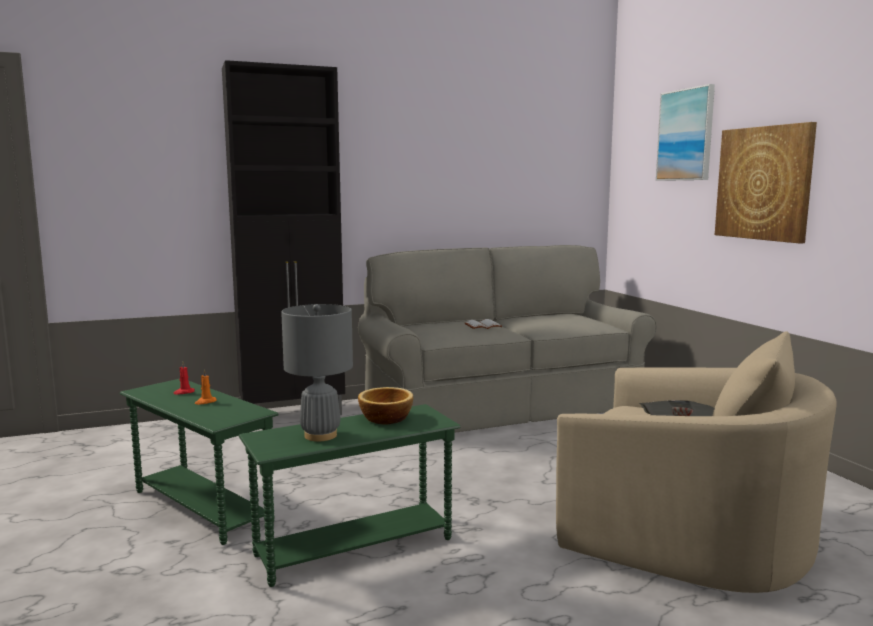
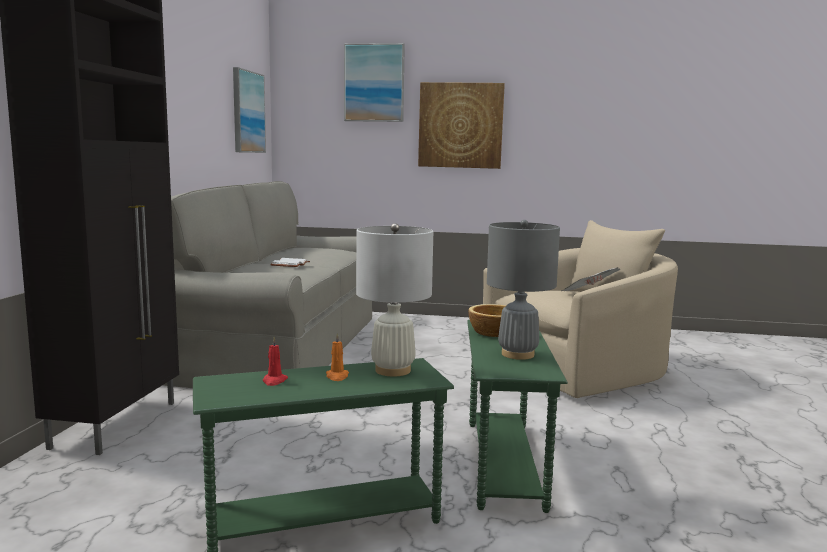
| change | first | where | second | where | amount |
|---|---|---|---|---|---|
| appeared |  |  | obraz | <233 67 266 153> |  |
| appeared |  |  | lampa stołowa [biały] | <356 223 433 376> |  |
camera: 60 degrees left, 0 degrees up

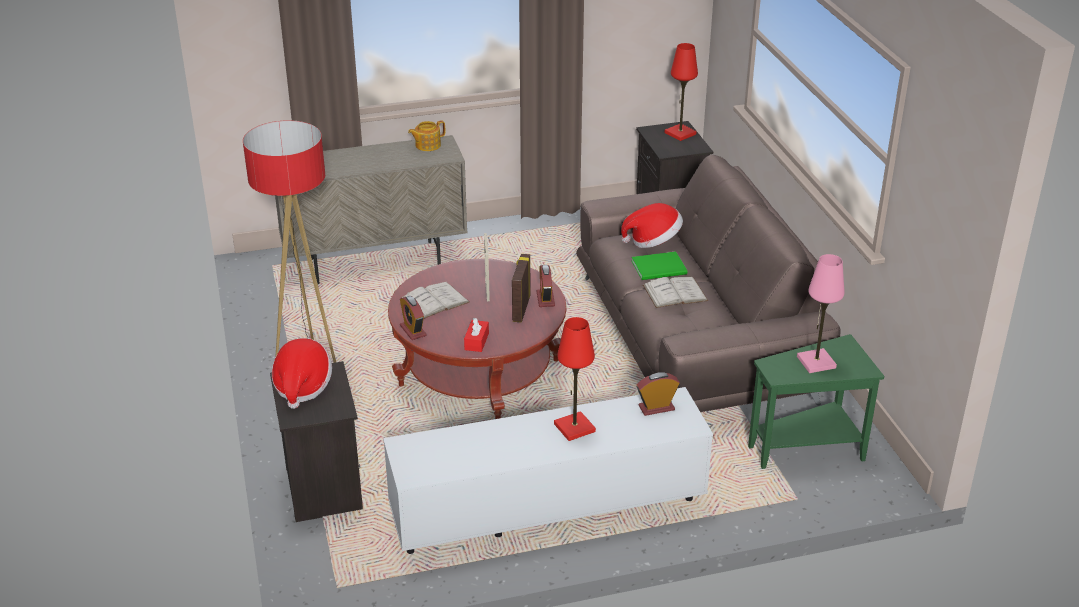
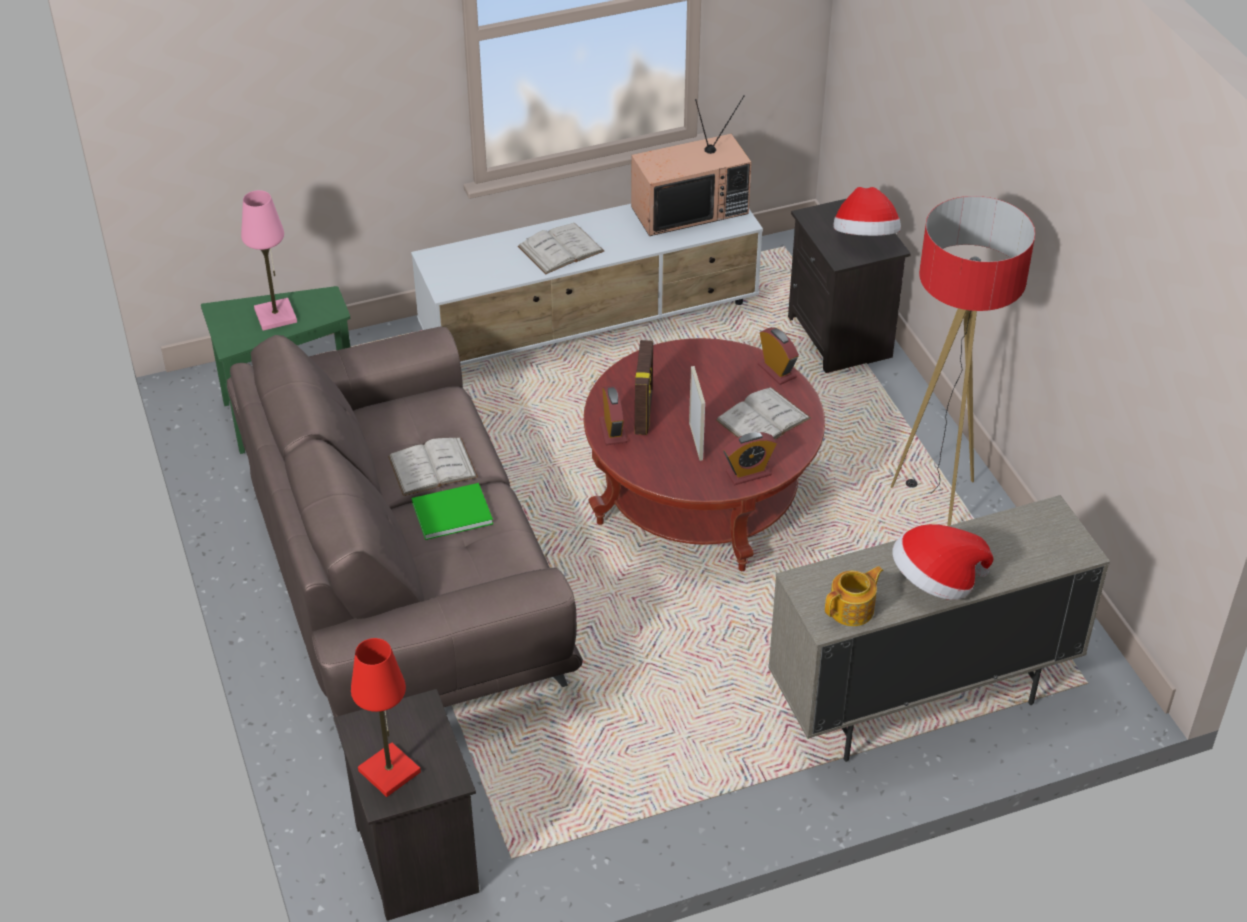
| change | first | where | second | where | amount |
|---|---|---|---|---|---|
| exchanged | lampa stołowa [czerwony] | <554 317 596 441> | książka [biały] | <518 223 604 274> |  |
| appeared |  |  | telewizor | <631 95 752 236> |  |
| relocated | budzik | <637 372 680 416> |  | <724 432 777 485> |  |
| relocated | kapelusz | <621 203 683 248> |  | <892 524 993 600> |  |
| missing | pudełko chusteczek [czerwony] | <464 318 489 352> |  |  |  |
camera: 175 degrees right, 10 degrees up

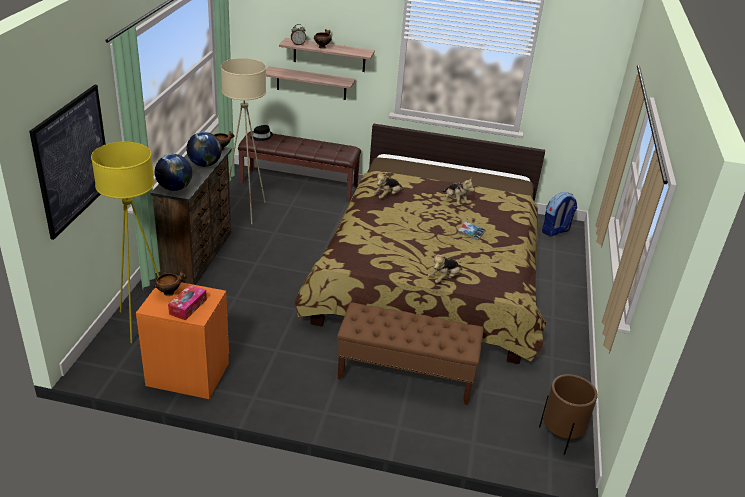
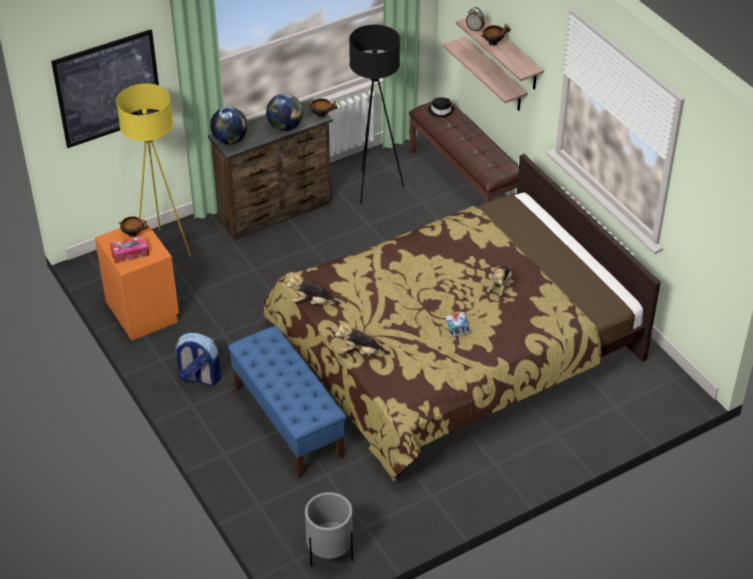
| change | first | where | second | where | amount |
|---|---|---|---|---|---|
| relocated | plecak | <542 192 577 237> |  | <175 333 221 386> |  |
| colour | ławka [brązowy] | <337 302 484 405> | ławka [niebieski] | <228 326 346 478> |  |
| relocated | pluszak | <373 173 403 199> |  | <286 272 341 305> |  |
| colour | donica [brązowy] | <539 374 598 455> | donica [szary] | <305 492 353 567> |  |
| colour | lampa stojąca [beżowy] | <221 58 266 224> | lampa stojąca [czarny] | <349 25 404 204> |  |
camera: 50 degrees right, 10 degrees up

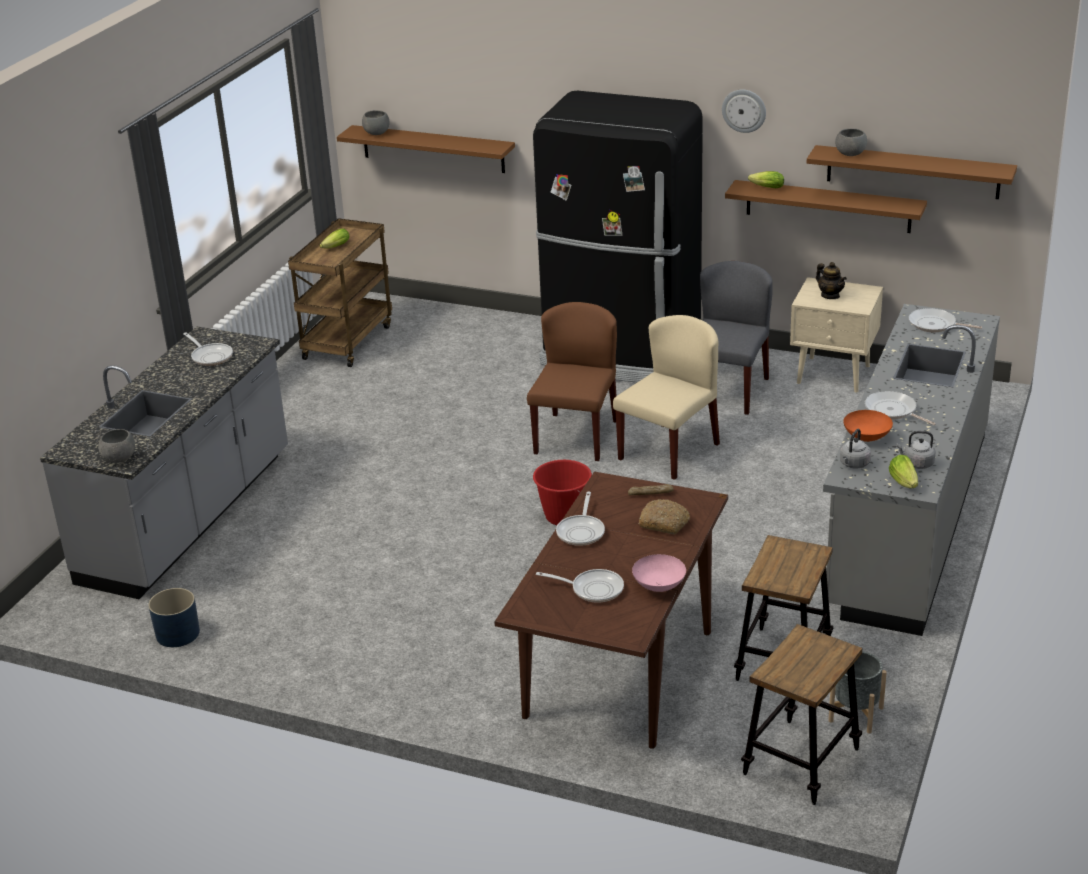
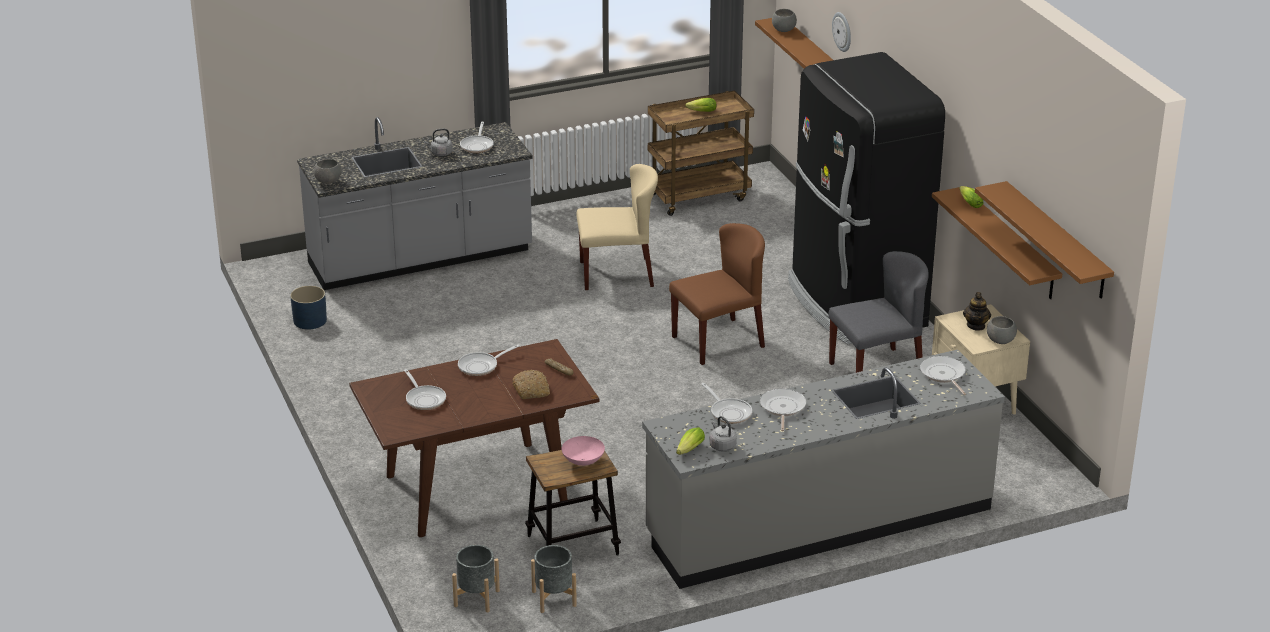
| change | first | where | second | where | amount |
|---|---|---|---|---|---|
| relocated | czajnik [szary] | <840 429 871 469> |  | <424 129 453 156> |  |
| exchanged | stołek | <741 624 862 805> | donica [szary] | <452 545 500 612> |  |
| relocated | miska [różowy] | <632 554 686 592> |  | <561 436 605 466> |  |
| relocated | krzesło [beżowy] | <613 315 720 480> |  | <576 164 658 290> |  |
| exchanged | miska [pomarańczowy] | <843 410 893 442> | patelnia | <702 383 752 424> |  |
| relocated | zegar ścienny | <722 89 766 133> |  | <832 12 851 52> |  |
| relocated | miska [szary] | <835 128 867 156> |  | <987 316 1017 344> |  |
| missing | wiadro [czerwony] | <533 460 592 525> |  |  |  |
camera: 45 degrees right, 0 degrees up

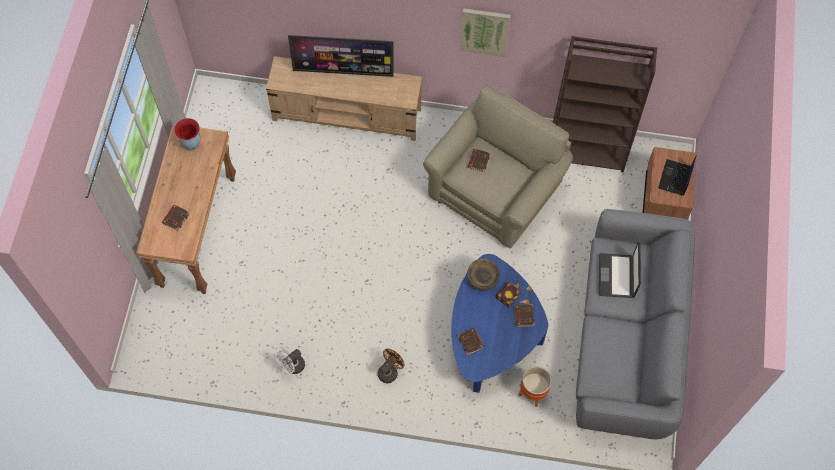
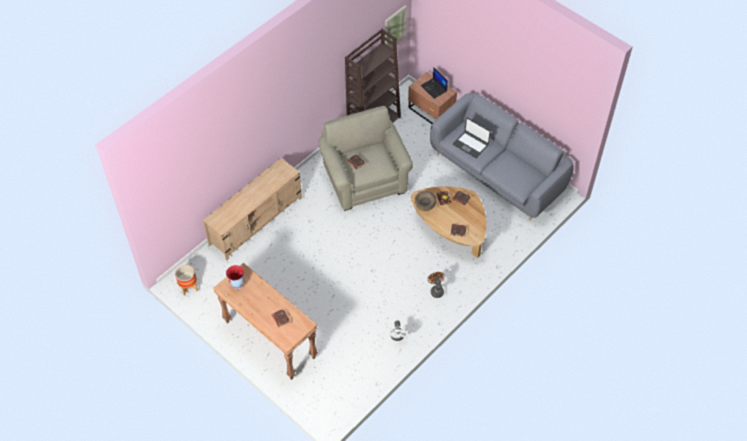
| change | first | where | second | where | amount |
|---|---|---|---|---|---|
| relocated | donica | <518 366 552 407> |  | <175 265 198 296> |  |
| relocated | obraz | <460 8 510 57> |  | <385 5 407 48> |  |
| colour | ława [niebieski] | <451 254 548 393> | ława [brązowy] | <411 186 486 258> |  |
| missing | telewizor | <288 35 394 77> |  |  |  |
camera: 55 degrees left, 10 degrees down

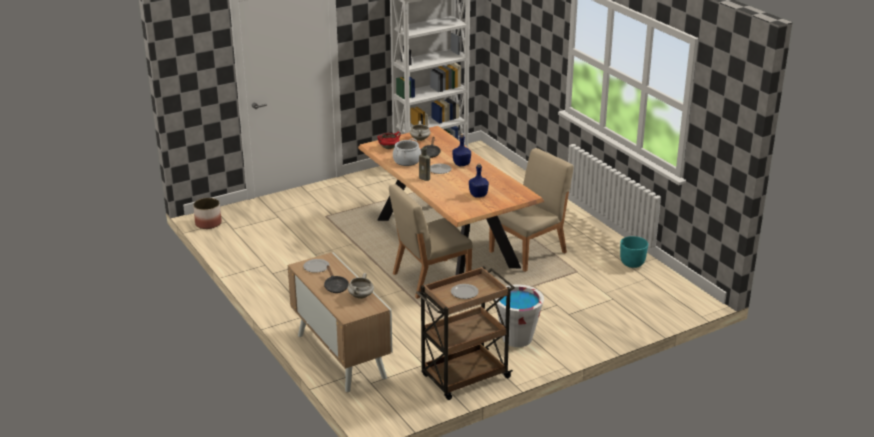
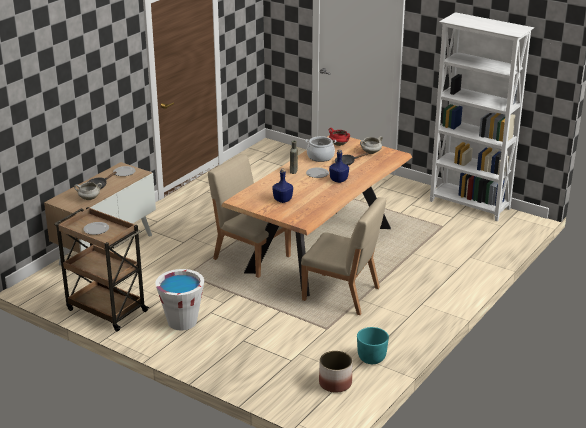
| change | first | where | second | where | amount |
|---|---|---|---|---|---|
| relocated | donica | <193 198 222 229> |  | <319 351 352 393> |  |
camera: 65 degrees right, 0 degrees up

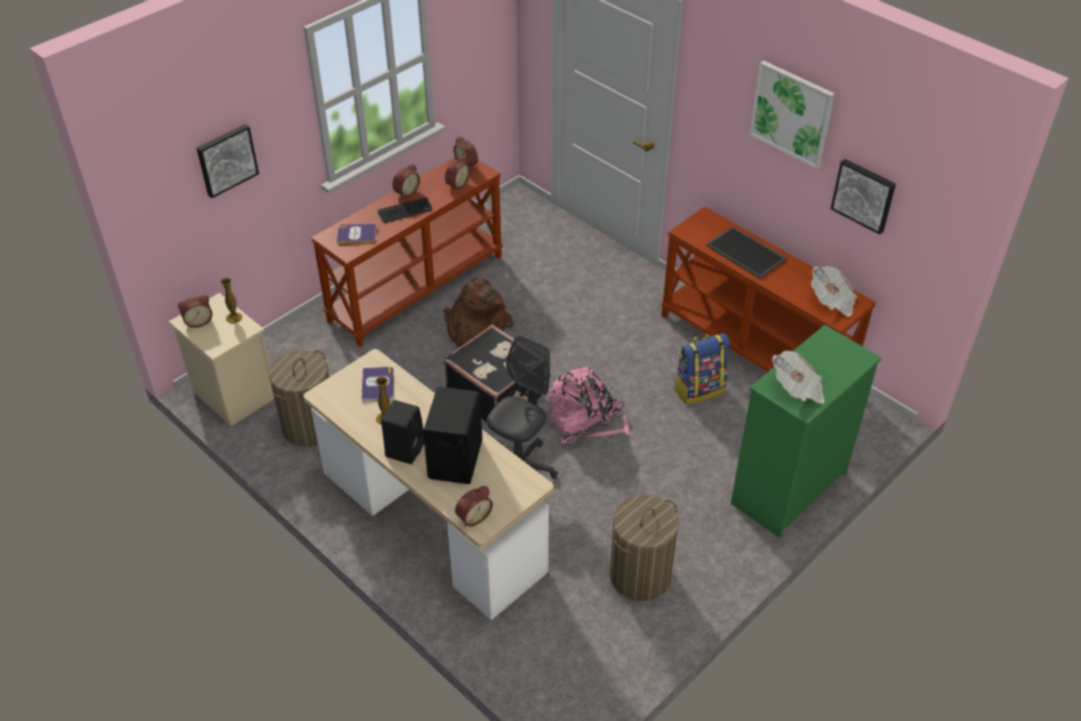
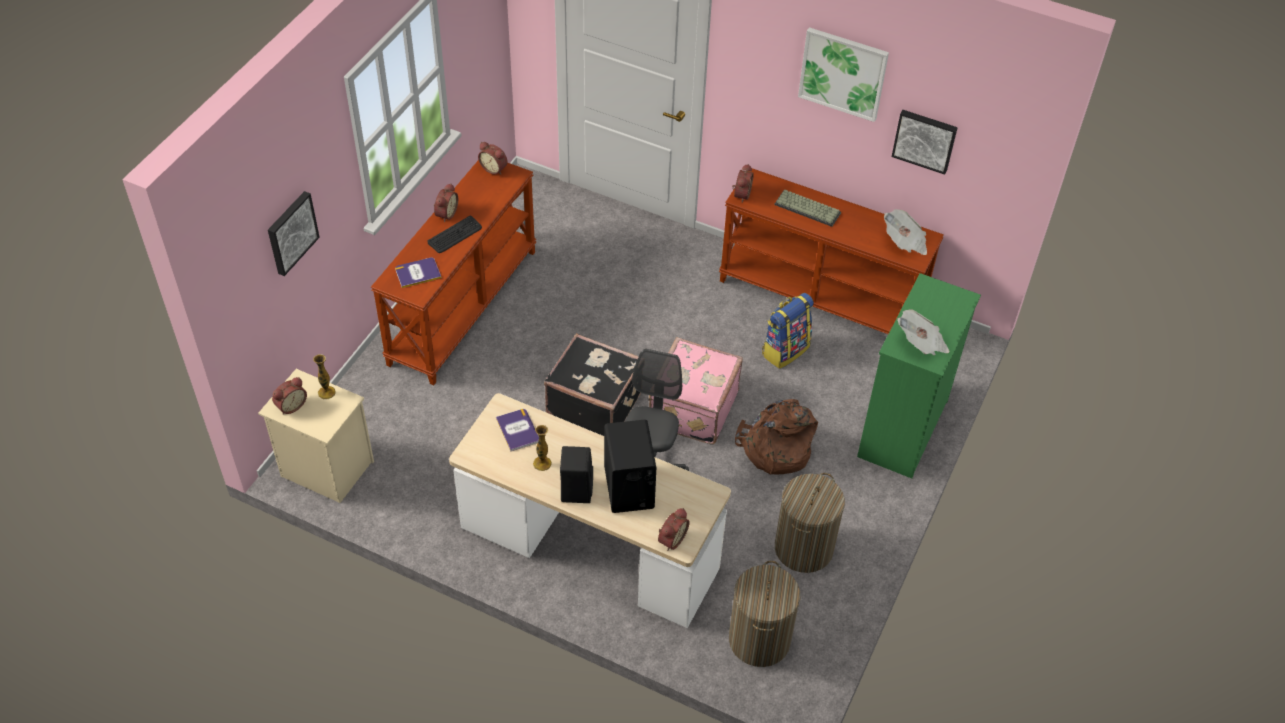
| change | first | where | second | where | amount |
|---|---|---|---|---|---|
| exchanged | plecak [różowy] | <549 367 629 443> | walizka [różowy] | <648 337 743 444> |  |
| relocated | kosz na pranie | <269 350 329 447> |  | <729 561 800 667> |  |
| relocated | budzik | <445 155 470 191> |  | <732 164 754 203> |  |
| relocated | plecak [brązowy] | <443 277 514 347> |  | <735 399 818 475> |  |
| exchanged | taca | <706 226 786 278> | klawiatura | <774 190 841 227> |  |
camera: 20 degrees left, 5 degrees up

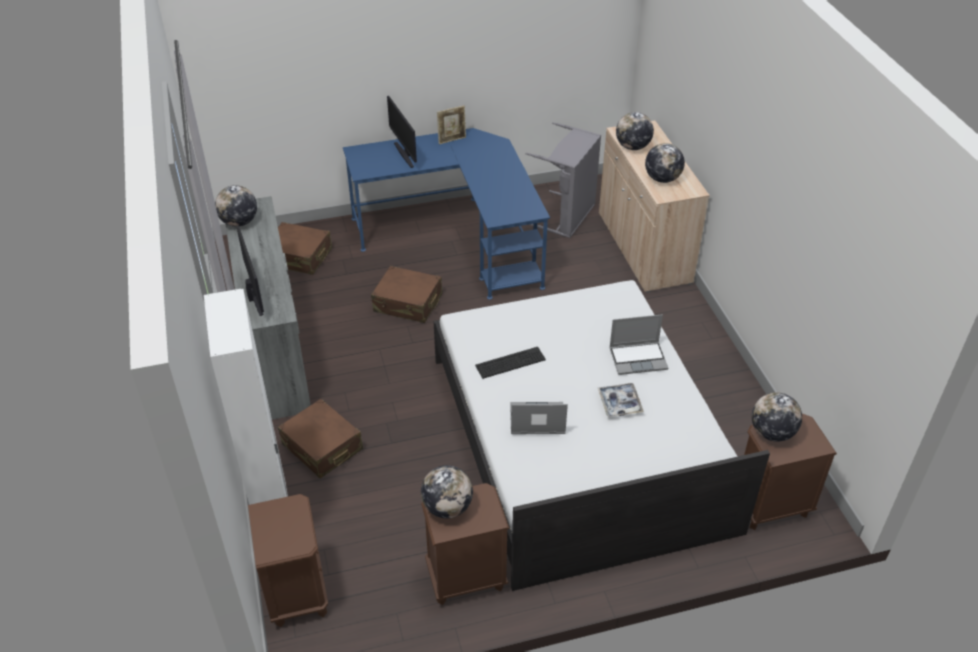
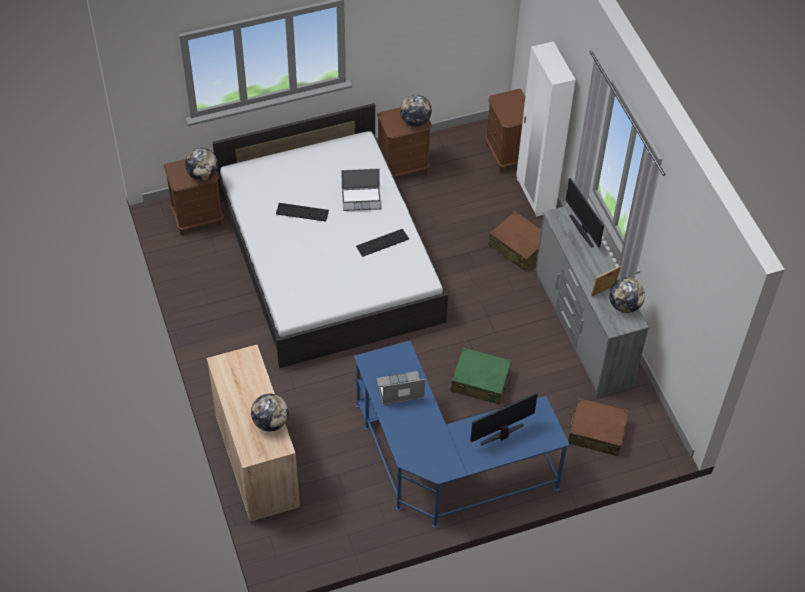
| change | first | where | second | where | amount |
|---|---|---|---|---|---|
| exchanged | taca | <598 383 644 417> | klawiatura | <276 203 329 222> |  |
| relocated | laptop | <609 315 668 375> |  | <376 371 425 405> |  |
| colour | walizka [brązowy] | <371 266 443 323> | walizka [zielony] | <450 347 512 405> |  |
| spun | monitor | <387 96 417 168> |  | <470 392 538 446> | 90 degrees counterclockwise |
| relocated | ramka na zdjęcie | <437 105 466 144> |  | <591 266 621 297> |  |
| missing | kosz na pranie [szary] | <526 122 601 238> |  |  |  |
| missing | globus | <645 143 685 183> |  |  |  |
camera: 175 degrees right, 10 degrees up

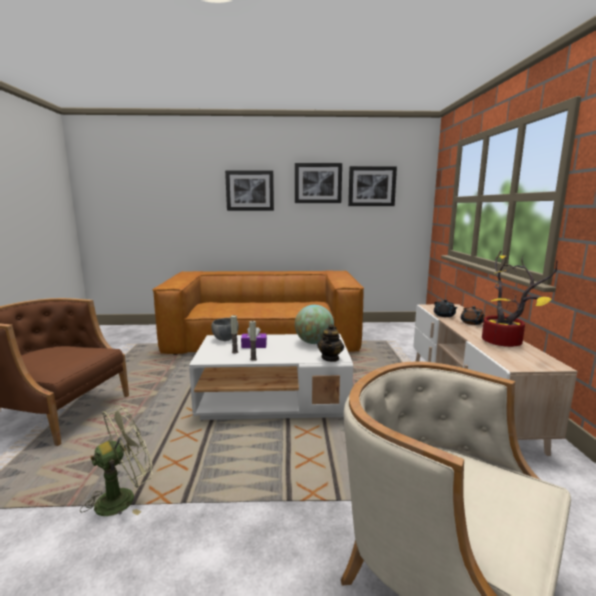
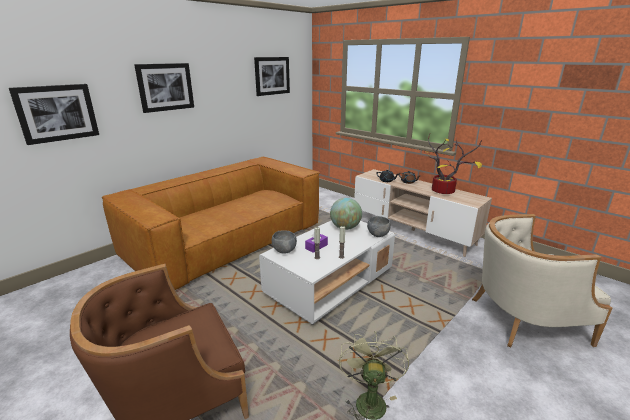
| change | first | where | second | where | amount |
|---|---|---|---|---|---|
| relocated | obraz | <295 163 342 203> |  | <9 84 99 145> |  |
| exchanged | imbryk | <317 324 344 362> | miska [szary] | <367 216 391 237> |  |
camera: 45 degrees left, 10 degrees up

